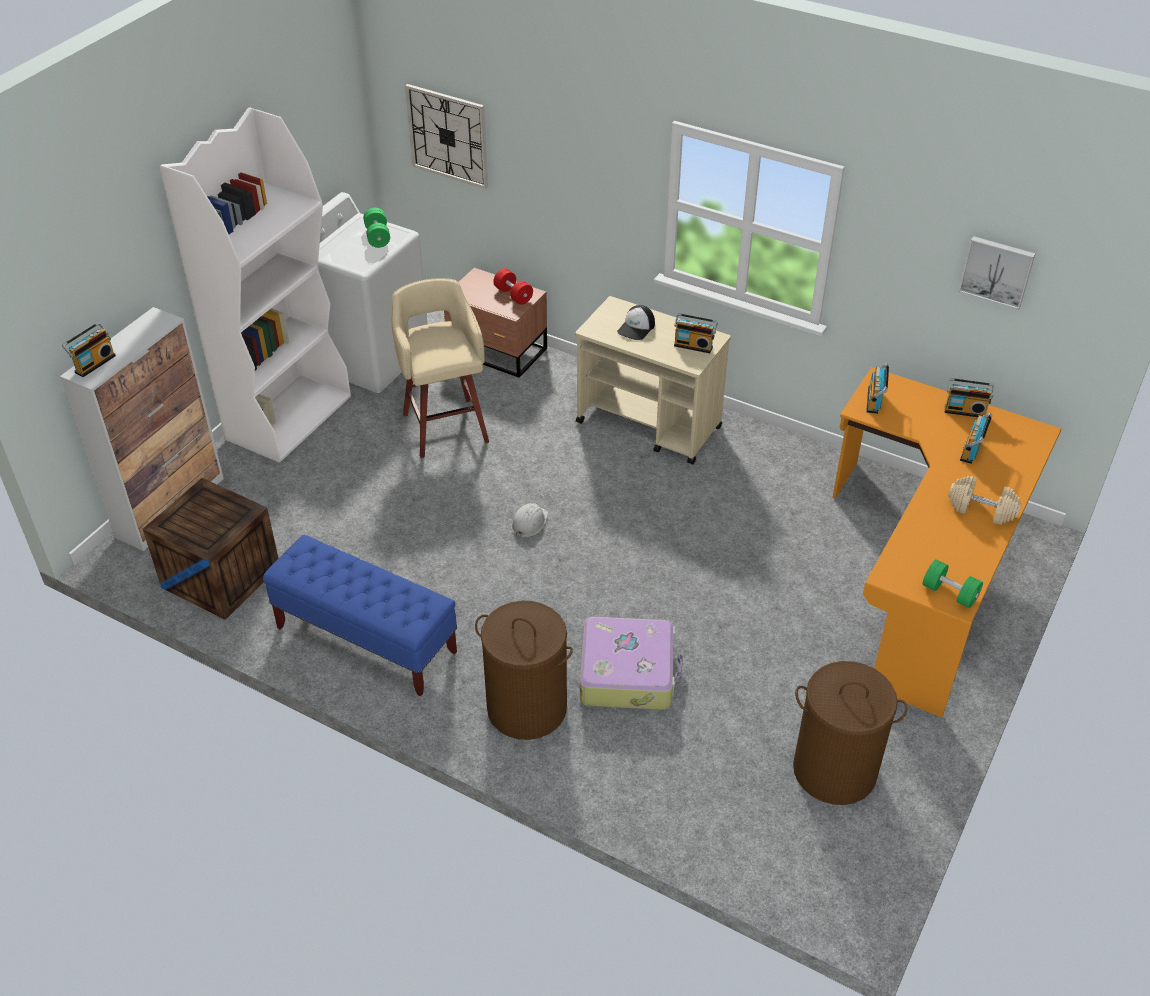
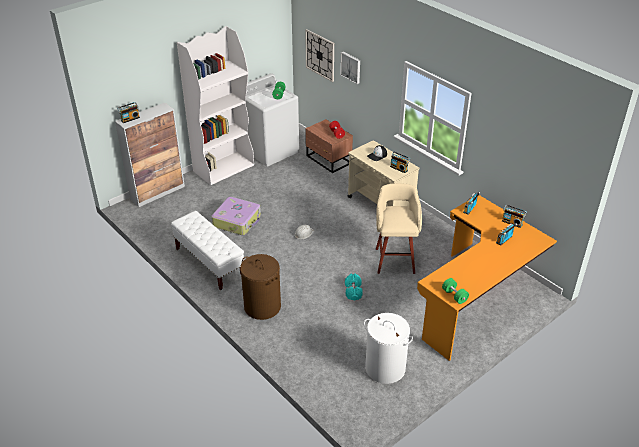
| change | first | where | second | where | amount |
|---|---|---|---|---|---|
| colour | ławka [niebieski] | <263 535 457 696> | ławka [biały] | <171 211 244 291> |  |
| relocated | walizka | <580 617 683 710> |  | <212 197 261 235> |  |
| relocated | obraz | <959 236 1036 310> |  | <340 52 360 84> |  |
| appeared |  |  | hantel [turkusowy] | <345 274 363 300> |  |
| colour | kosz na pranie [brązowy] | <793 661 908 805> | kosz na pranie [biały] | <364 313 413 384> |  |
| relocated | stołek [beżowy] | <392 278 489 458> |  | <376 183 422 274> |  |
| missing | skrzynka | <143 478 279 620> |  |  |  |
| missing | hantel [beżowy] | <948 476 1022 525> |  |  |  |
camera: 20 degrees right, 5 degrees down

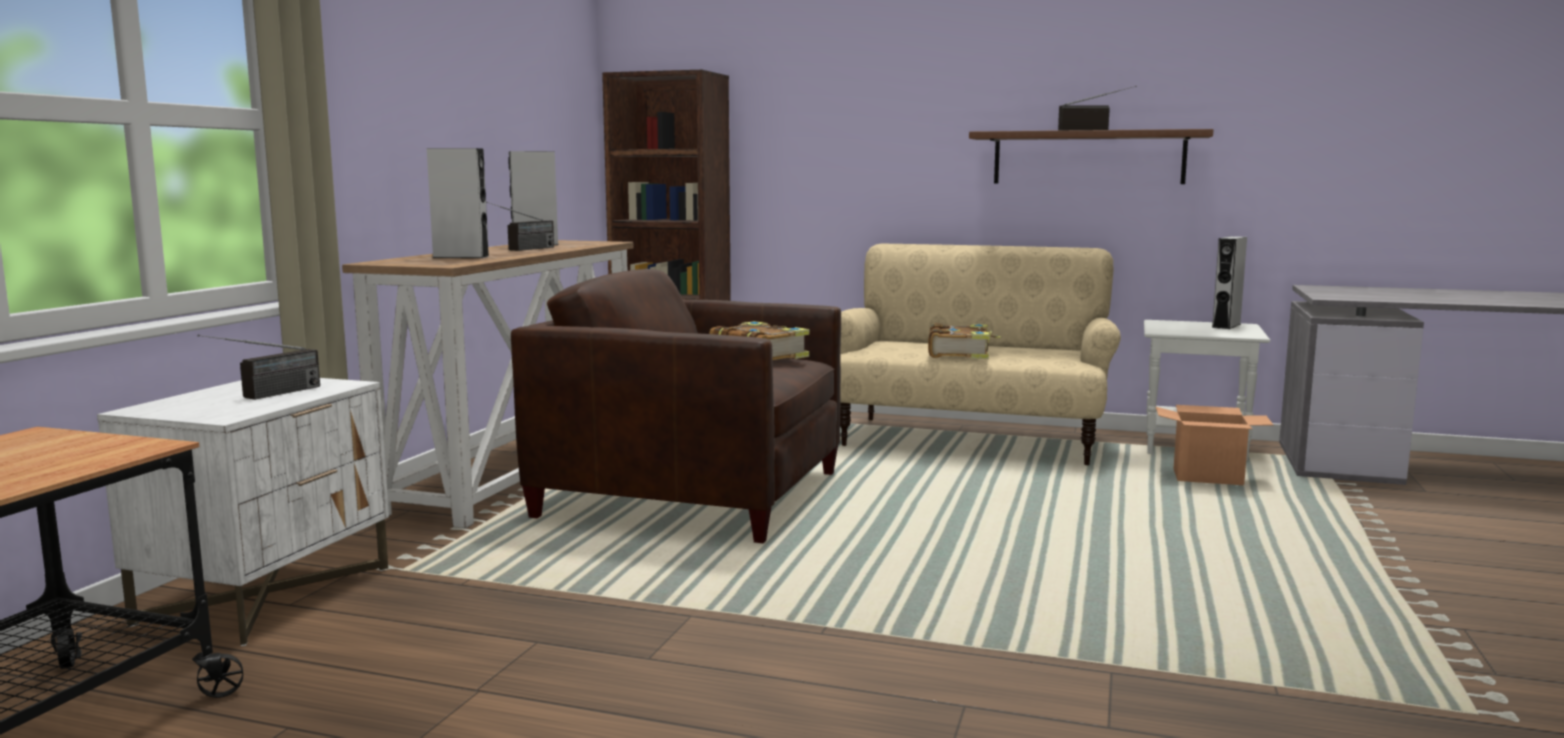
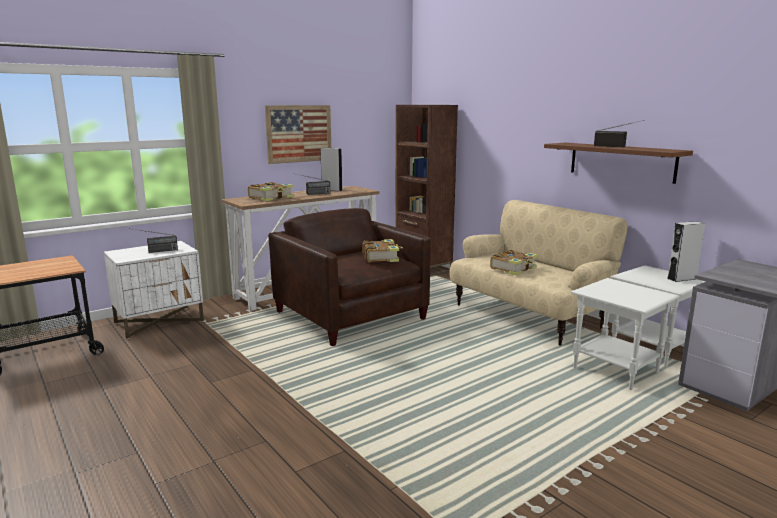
| change | first | where | second | where | amount |
|---|---|---|---|---|---|
| exchanged | głośnik [szary] | <427 148 490 258> | książka | <248 182 294 201> |  |
| appeared |  |  | obraz | <265 105 331 164> |  |
| exchanged | karton | <1156 405 1273 485> | stolik [biały] | <571 278 680 390> |  |
camera: 35 degrees right, 5 degrees up

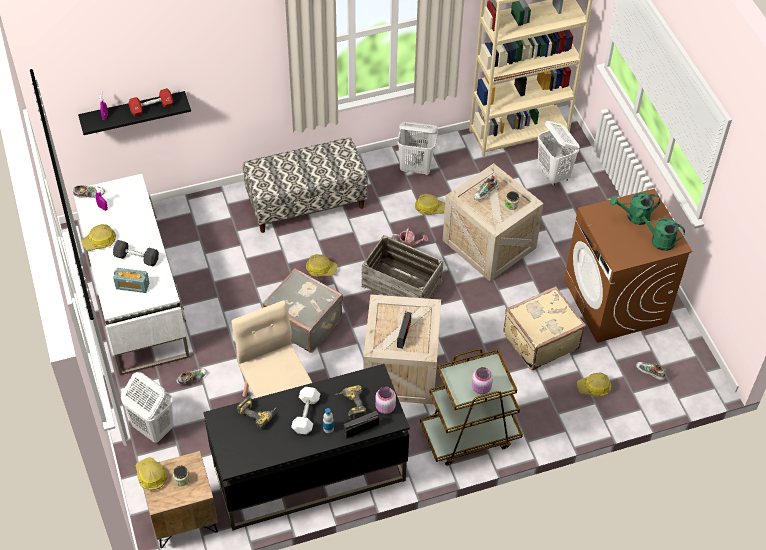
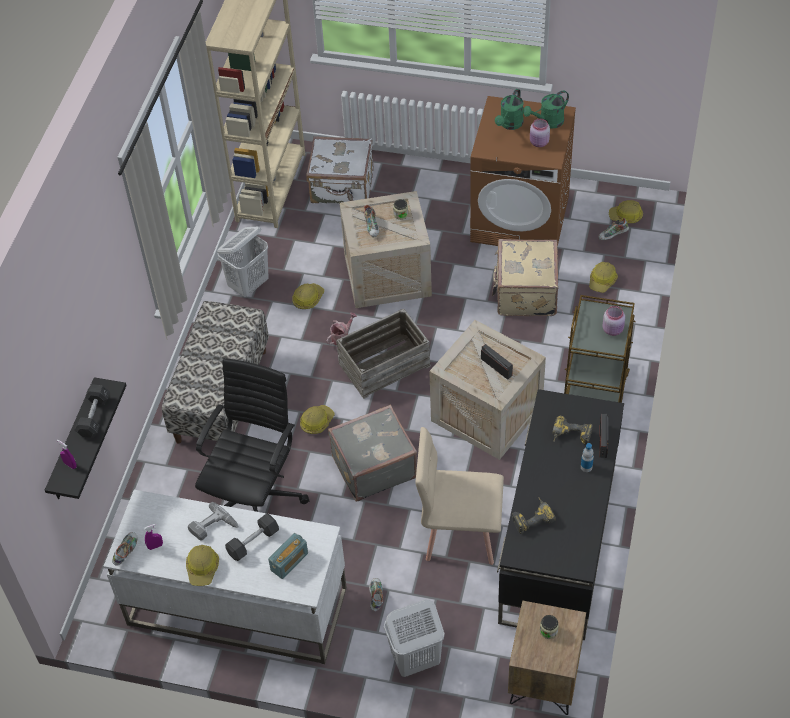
| change | first | where | second | where | amount |
|---|---|---|---|---|---|
| colour | hantel [czerwony] | <129 88 173 116> | hantel [czarny] | <75 384 110 438> |  |
| appeared |  |  | wiertarka | <188 502 238 540> |  |
| appeared |  |  | krzesło biurowe [czarny] | <195 358 310 512> |  |
| exchanged | kosz na pranie [biały] | <538 121 580 186> | walizka [biały] | <306 136 373 204> |  |
| relocated | słoik [różowy] | <375 387 396 414> |  | <530 118 550 147> |  |
| relocated | kask | <136 457 167 490> |  | <609 200 643 223> |  |
| missing | hantel [biały] | <291 387 320 434> |  |  |  |
camera: 55 degrees left, 0 degrees up

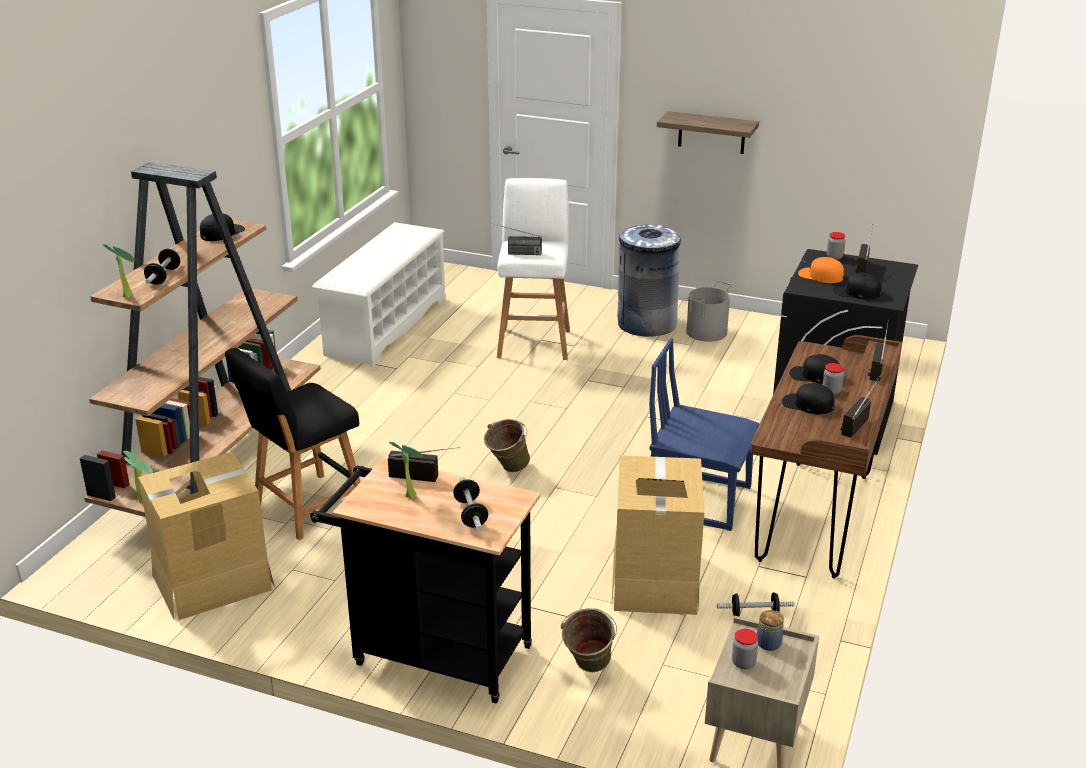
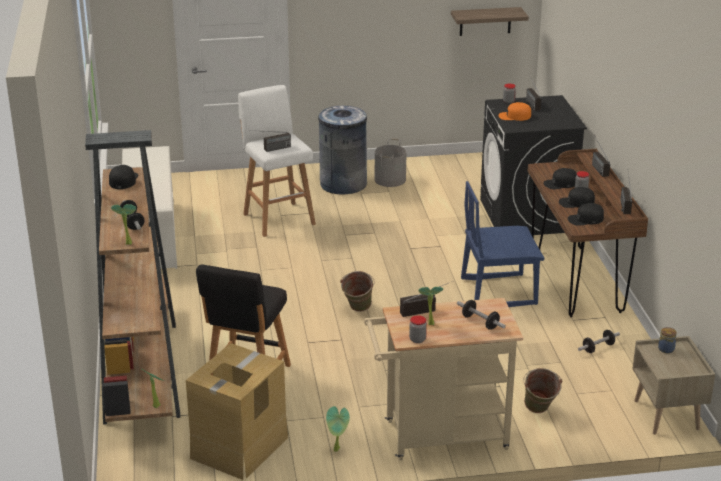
| change | first | where | second | where | amount |
|---|---|---|---|---|---|
| appeared |  |  | roślina doniczkowa | <326 406 350 452> |  |
| colour | wózek [czarny] | <310 458 540 703> | wózek [beżowy] | <364 298 523 460> |  |
| relocated | słoik | <732 629 758 669> |  | <409 315 427 343> |  |
| relocated | półka | <657 111 759 154> |  | <451 7 529 36> |  |
| relocated | czapka z daszkiem [czarny] | <833 273 881 300> |  | <568 203 604 226> |  |
| missing | karton | <611 455 704 615> |  |  |  |
camera: 30 degrees left, 0 degrees up

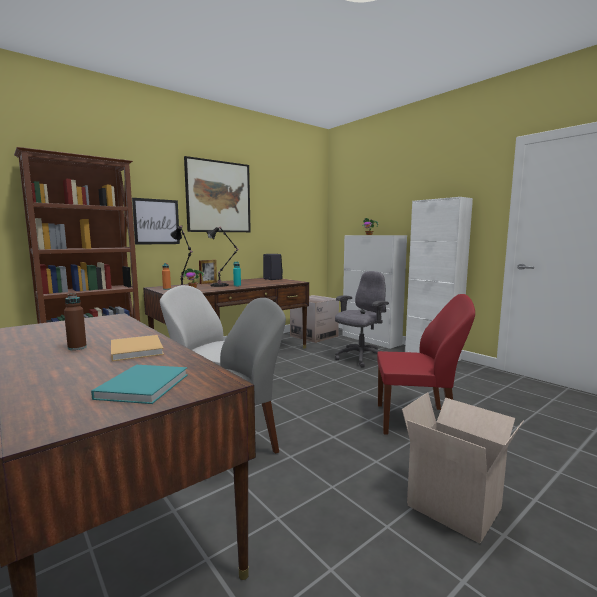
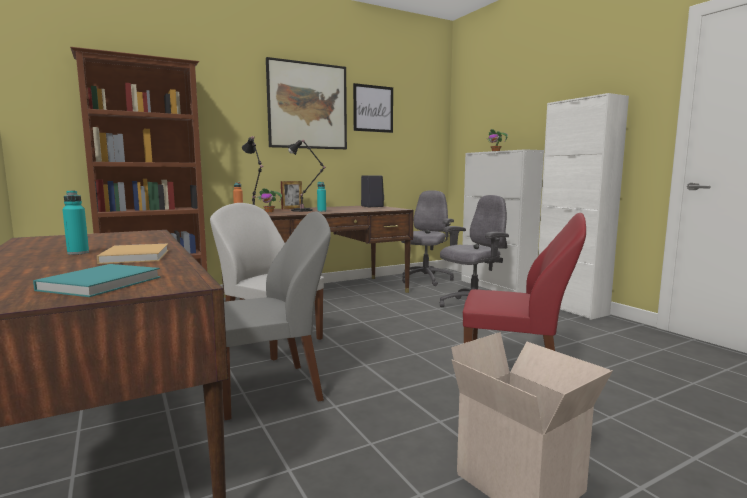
| change | first | where | second | where | amount |
|---|---|---|---|---|---|
| colour | butelka [brązowy] | <64 293 87 350> | butelka [turkusowy] | <62 190 89 255> |  |
| relocated | obraz | <132 198 180 245> |  | <353 83 393 133> |  |
| exchanged | karton | <290 295 339 343> | krzesło biurowe [szary] | <401 190 454 286> |  |
camera: 10 degrees right, 0 degrees up

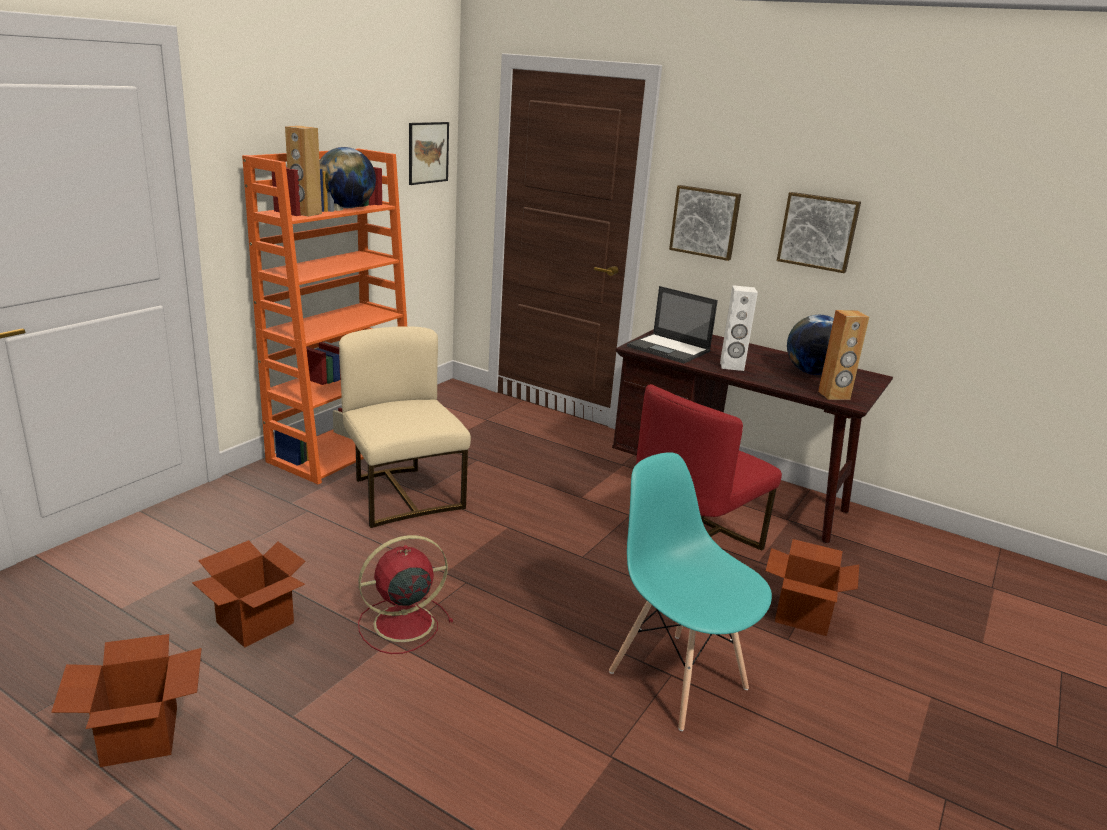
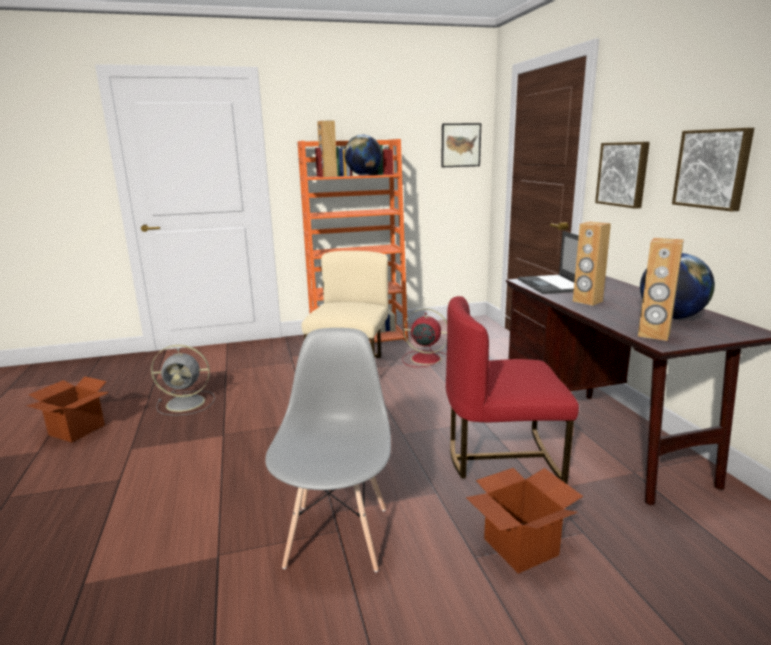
| change | first | where | second | where | amount |
|---|---|---|---|---|---|
| exchanged | karton | <192 540 305 648> | wentylator [szary] | <151 345 215 416> |  |
| colour | krzesło [turkusowy] | <609 452 772 731> | krzesło [szary] | <265 328 391 572> |  |
| relocated | wentylator [czerwony] | <358 535 453 654> |  | <402 308 447 367> |  |
| colour | głośnik [biały] | <720 285 758 371> | głośnik [brązowy] | <573 221 611 306> |  |
camera: 45 degrees right, 5 degrees down

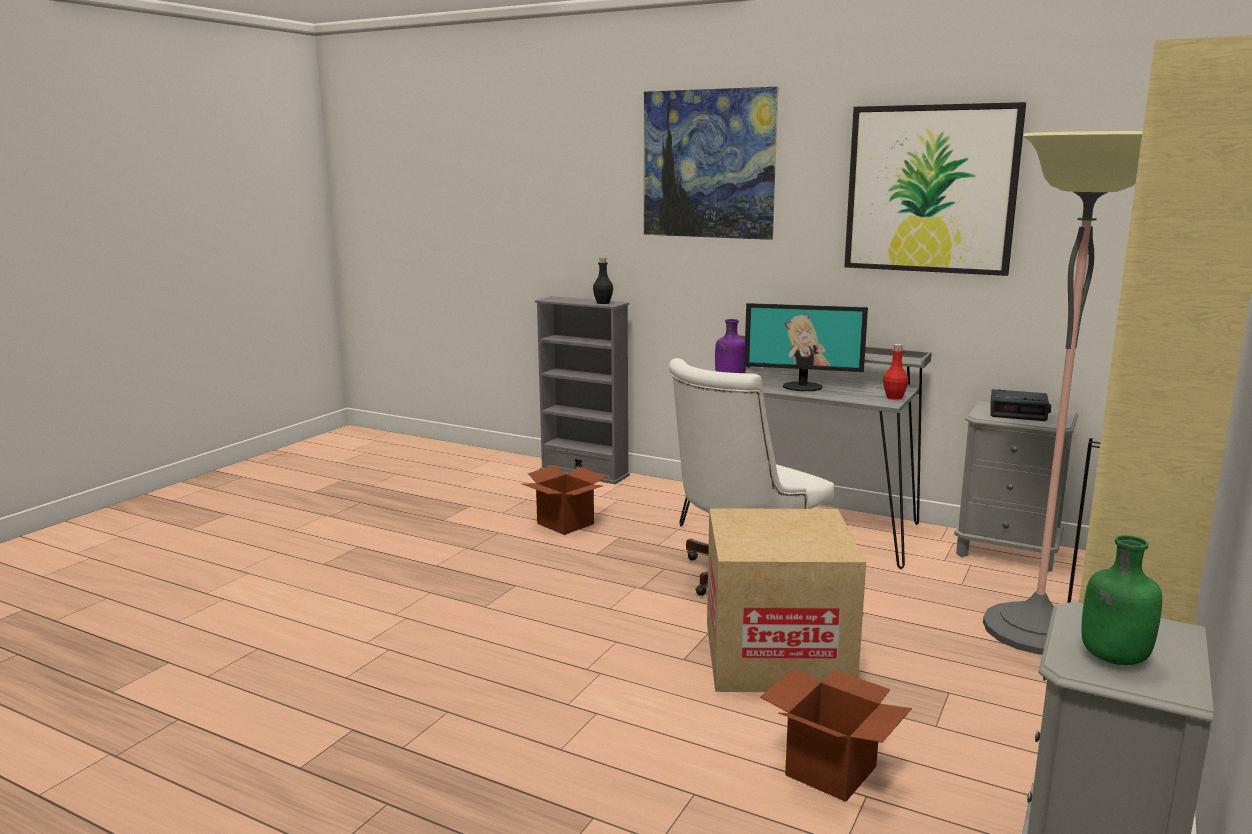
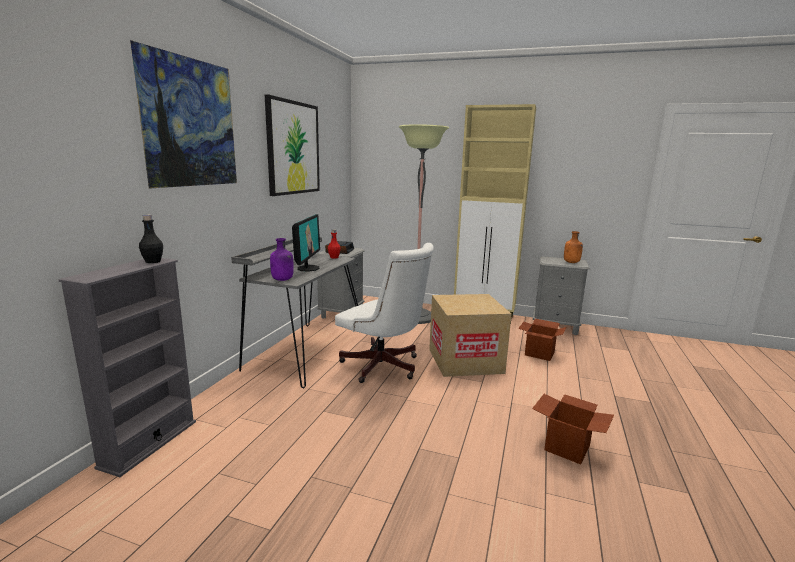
| change | first | where | second | where | amount |
|---|---|---|---|---|---|
| relocated | karton | <522 465 607 535> |  | <532 394 614 464> |  |
| colour | butelka [zielony] | <1081 535 1162 665> | butelka [pomarańczowy] | <564 231 583 263> |  |
camera: 100 degrees left, 0 degrees up

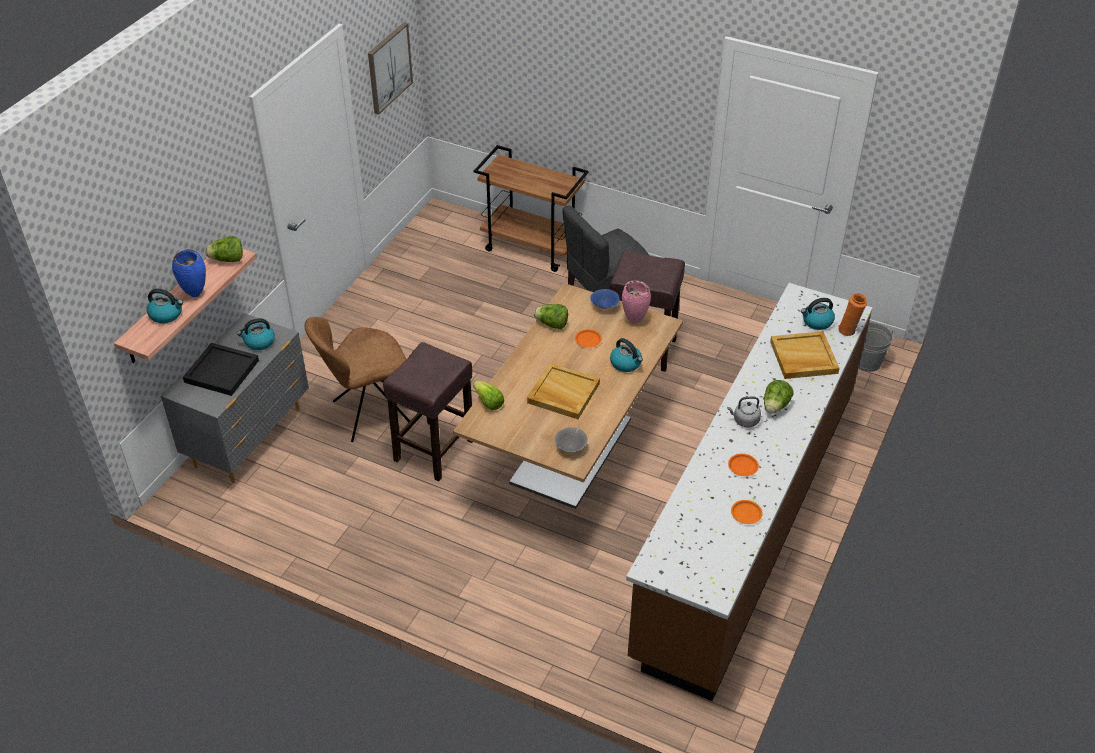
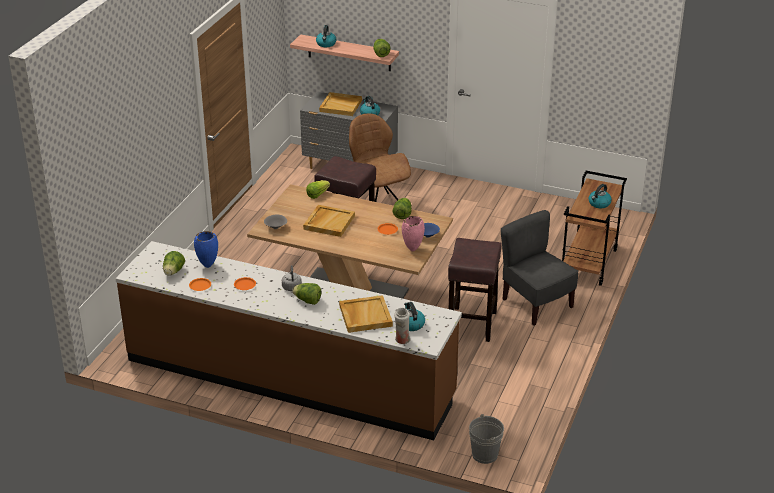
| change | first | where | second | where | amount |
|---|---|---|---|---|---|
| appeared |  |  | sałata | <163 251 185 276> |  |
| relocated | wazon [niebieski] | <172 249 206 297> |  | <194 231 218 268> |  |
| colour | taca [czarny] | <183 343 259 396> | taca [beżowy] | <319 92 362 116> |  |
| colour | wazon [pomarańczowy] | <838 293 867 336> | wazon [biały] | <394 308 411 344> |  |
| relocated | czajnik | <610 338 643 372> |  | <589 184 612 208> |  |
| missing | obraz | <368 22 413 115> |  |  |  |
camera: 85 degrees right, 10 degrees down

